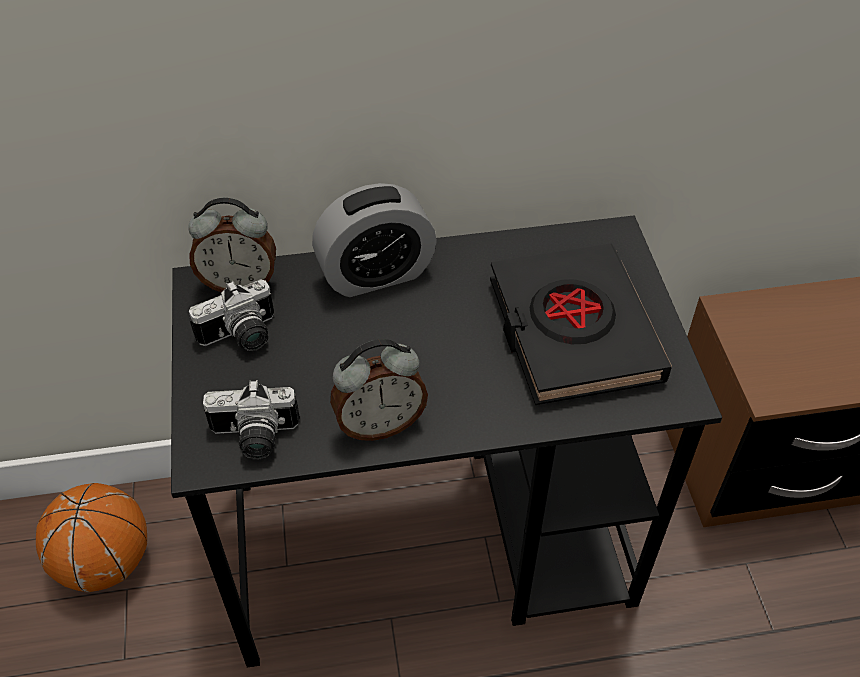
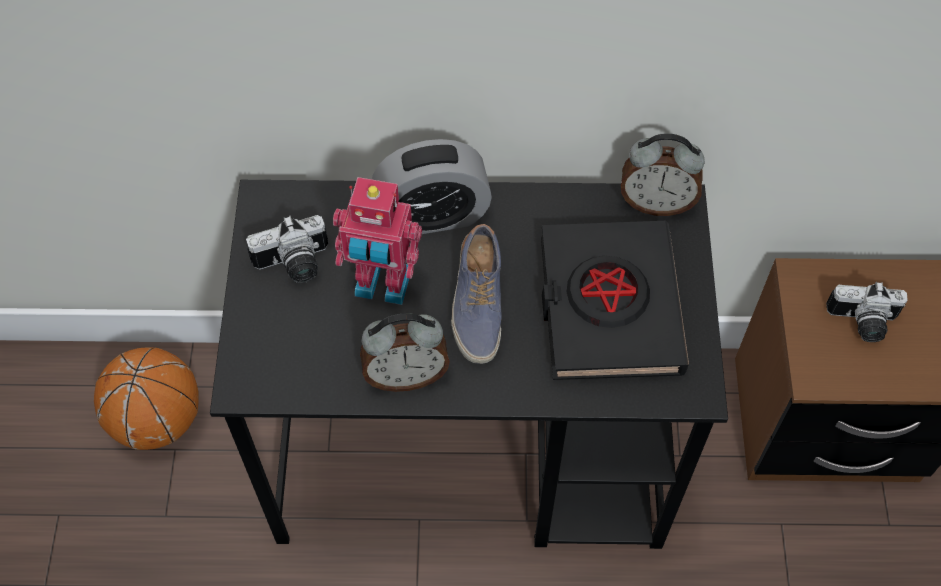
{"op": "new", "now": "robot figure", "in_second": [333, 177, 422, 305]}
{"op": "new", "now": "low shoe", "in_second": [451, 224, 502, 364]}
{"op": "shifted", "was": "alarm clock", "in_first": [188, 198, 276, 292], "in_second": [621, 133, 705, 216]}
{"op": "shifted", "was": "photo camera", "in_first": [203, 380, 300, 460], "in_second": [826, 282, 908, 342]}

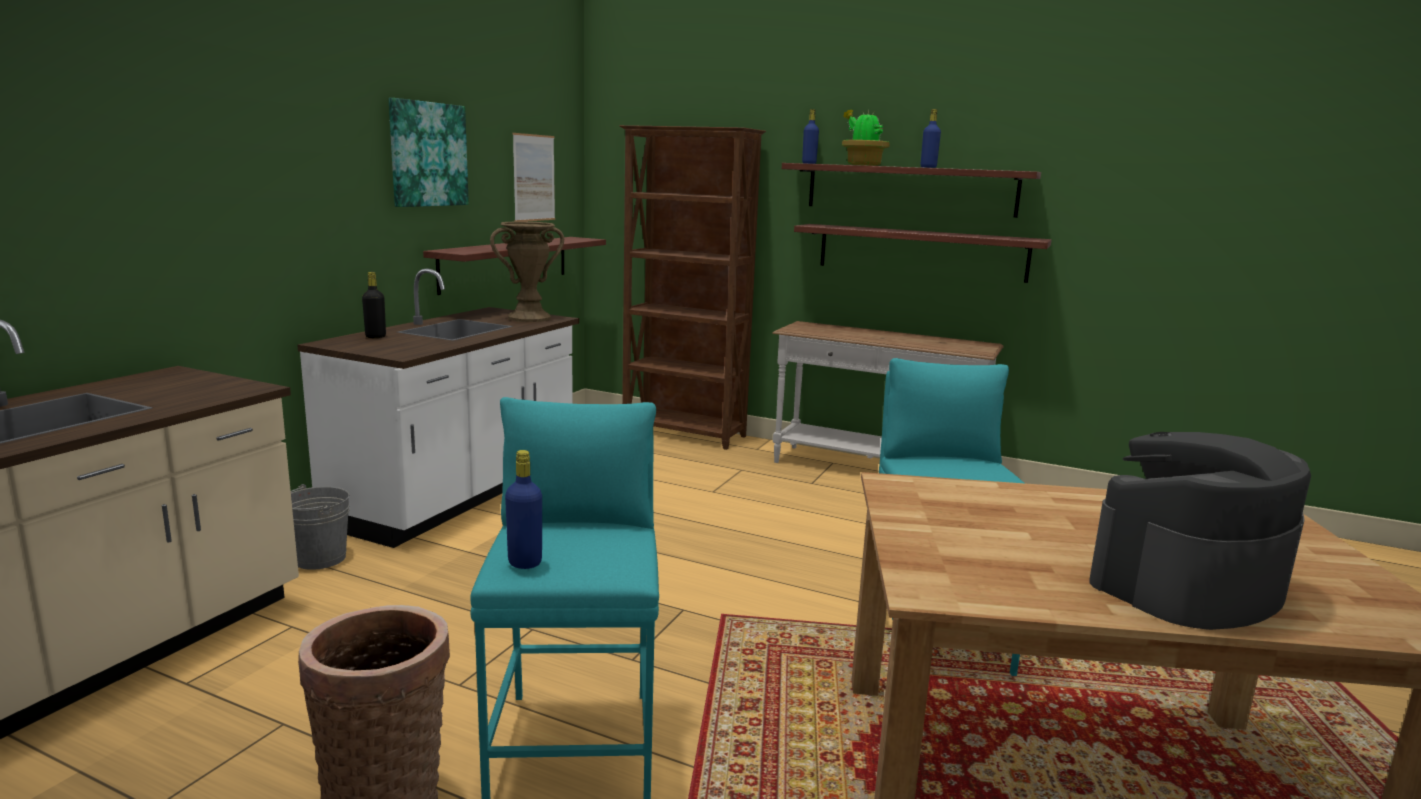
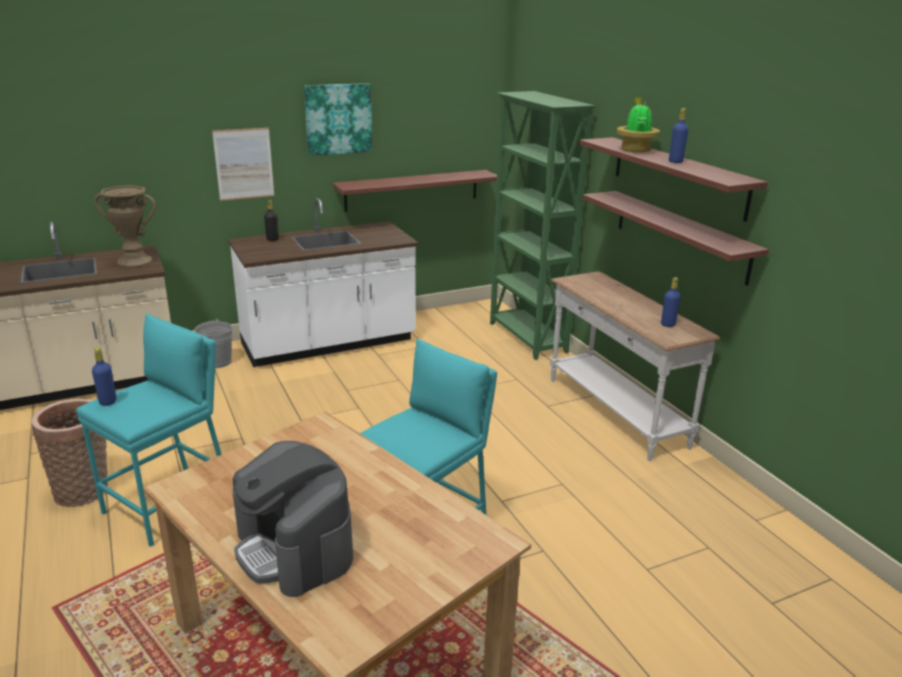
{"op": "shifted", "was": "vase in brownish", "in_first": [490, 221, 564, 322], "in_second": [94, 185, 156, 268]}
{"op": "shifted", "was": "wall picture", "in_first": [512, 133, 555, 222], "in_second": [212, 128, 274, 201]}
{"op": "shifted", "was": "drink bottle in bluish", "in_first": [802, 109, 819, 164], "in_second": [661, 277, 681, 327]}
{"op": "repainted", "was": "bookshelf in brownish", "now": "bookshelf in green", "in_first": [620, 125, 766, 450], "in_second": [490, 91, 595, 360]}
{"op": "rotated", "was": "coffee brewer", "in_first": [1089, 432, 1311, 630], "in_second": [232, 441, 353, 597], "clockwise": -135}

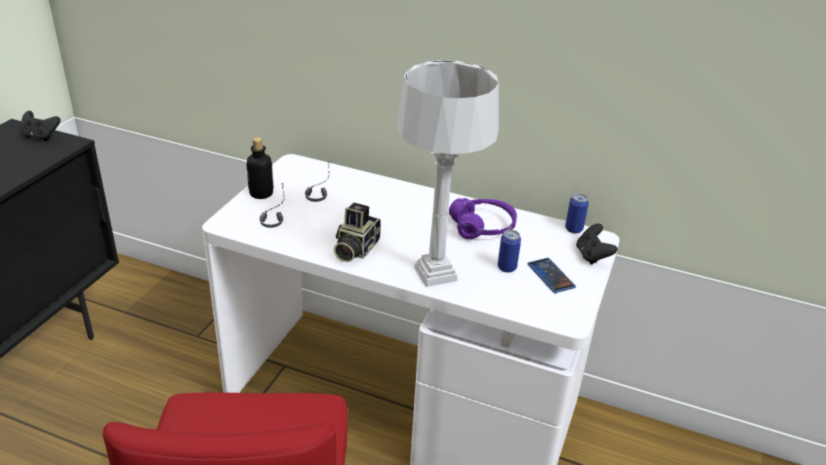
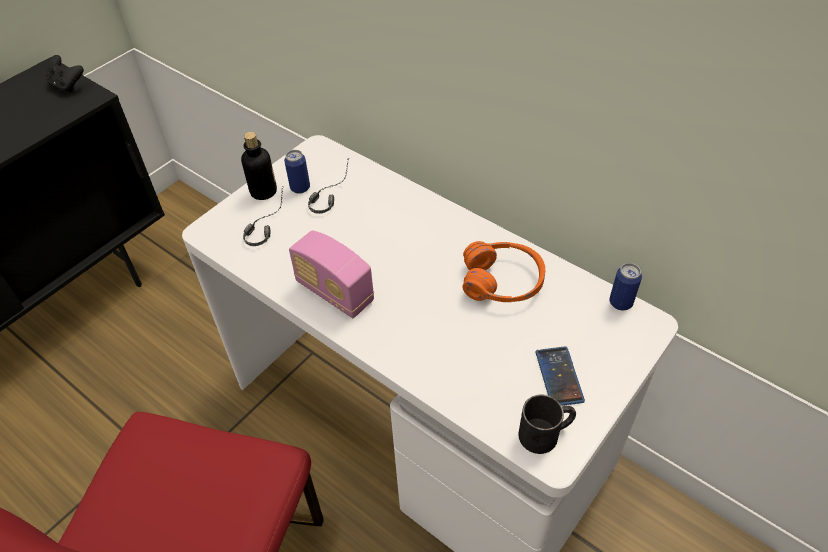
{"op": "gone", "was": "lamp for a table in grey", "in_first": [397, 60, 499, 287]}
{"op": "gone", "was": "game controller in blackish", "in_first": [576, 224, 618, 265]}
{"op": "new", "now": "mug in blackish", "in_second": [519, 395, 576, 454]}
{"op": "shifted", "was": "sealed can", "in_first": [498, 230, 521, 273], "in_second": [284, 150, 310, 194]}
{"op": "swapped", "was": "photo camera", "now": "radio", "in_first": [334, 202, 381, 262], "in_second": [289, 230, 374, 318]}
{"op": "repainted", "was": "headphones in purple", "now": "headphones in orange-coloured", "in_first": [449, 198, 517, 239], "in_second": [462, 241, 545, 302]}

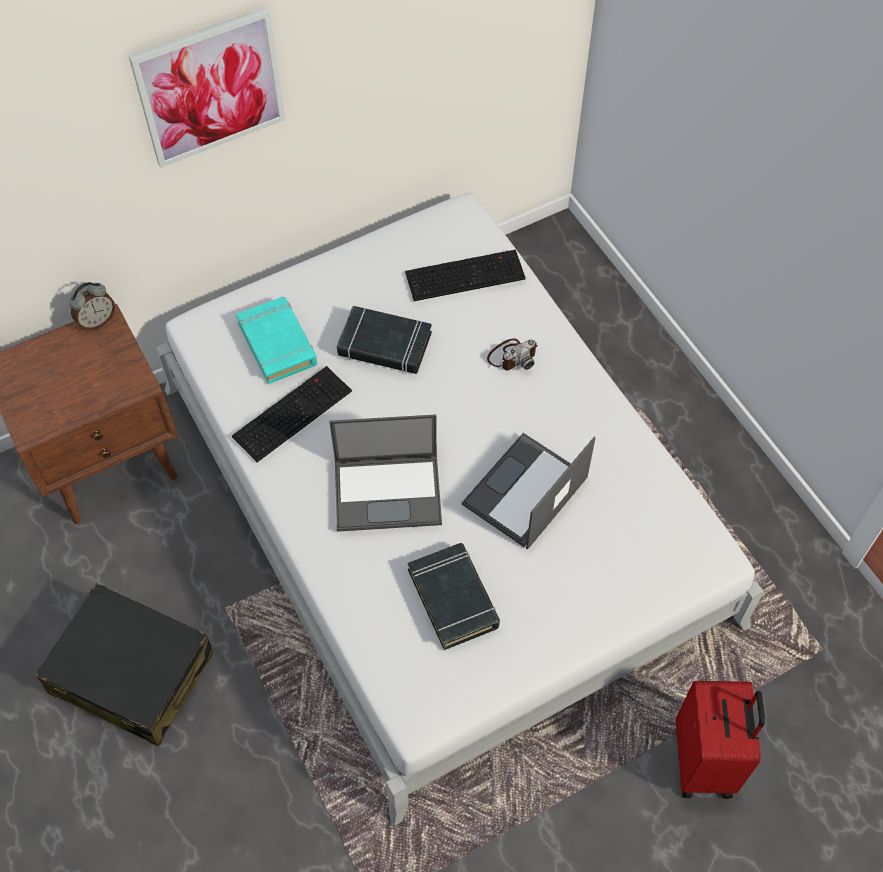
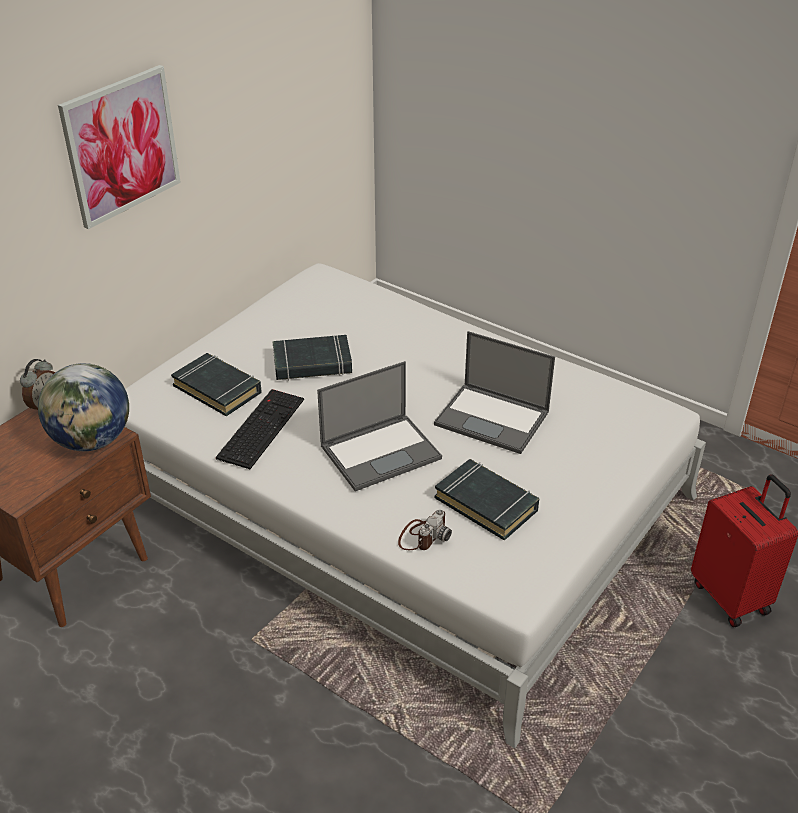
{"op": "gone", "was": "travel case in blackish", "in_first": [35, 583, 213, 746]}
{"op": "gone", "was": "computer keyboard", "in_first": [405, 250, 526, 301]}
{"op": "new", "now": "globe", "in_second": [38, 363, 129, 451]}
{"op": "shifted", "was": "photo camera", "in_first": [487, 338, 538, 370], "in_second": [398, 509, 452, 550]}
{"op": "repainted", "was": "book in turquoise-coloured", "now": "book in blackish", "in_first": [236, 297, 317, 384], "in_second": [171, 353, 262, 416]}
{"op": "rotated", "was": "notebook computer", "in_first": [462, 433, 595, 550], "in_second": [434, 331, 555, 454], "clockwise": -75}

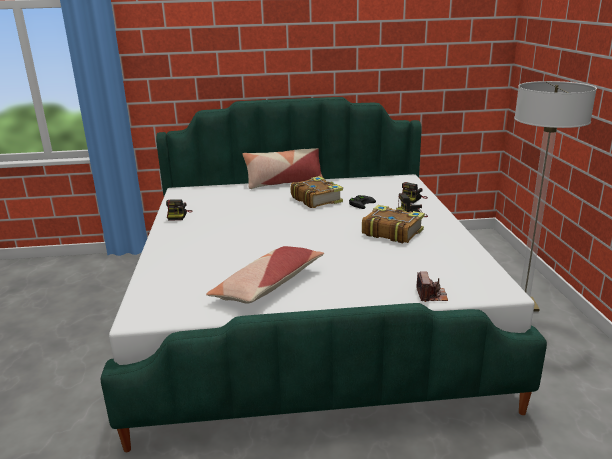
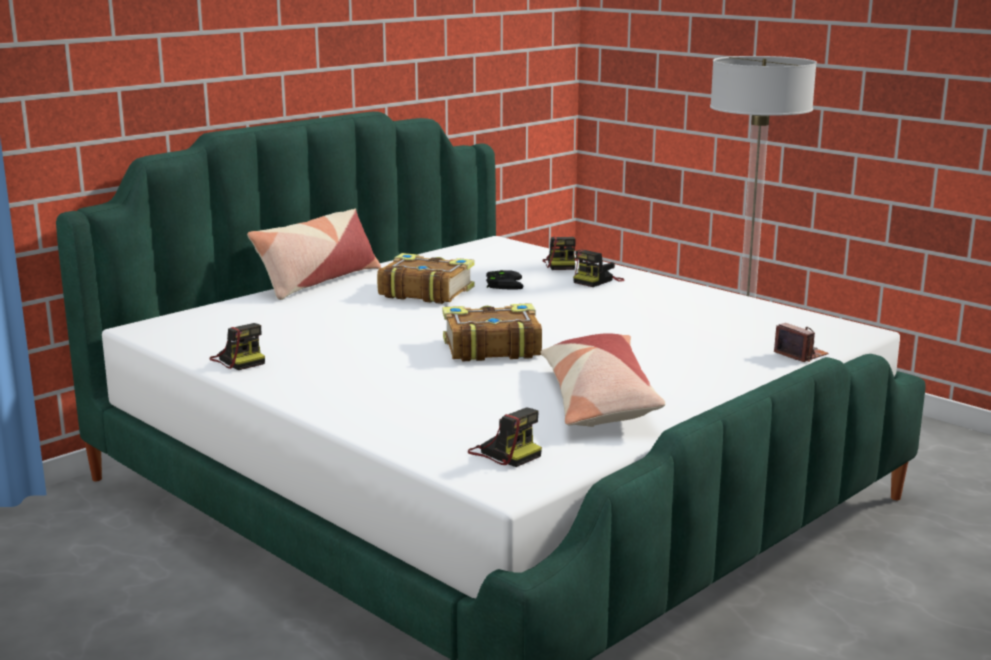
{"op": "new", "now": "photo camera", "in_second": [468, 408, 542, 467]}
{"op": "shifted", "was": "book", "in_first": [362, 205, 425, 243], "in_second": [443, 303, 542, 362]}

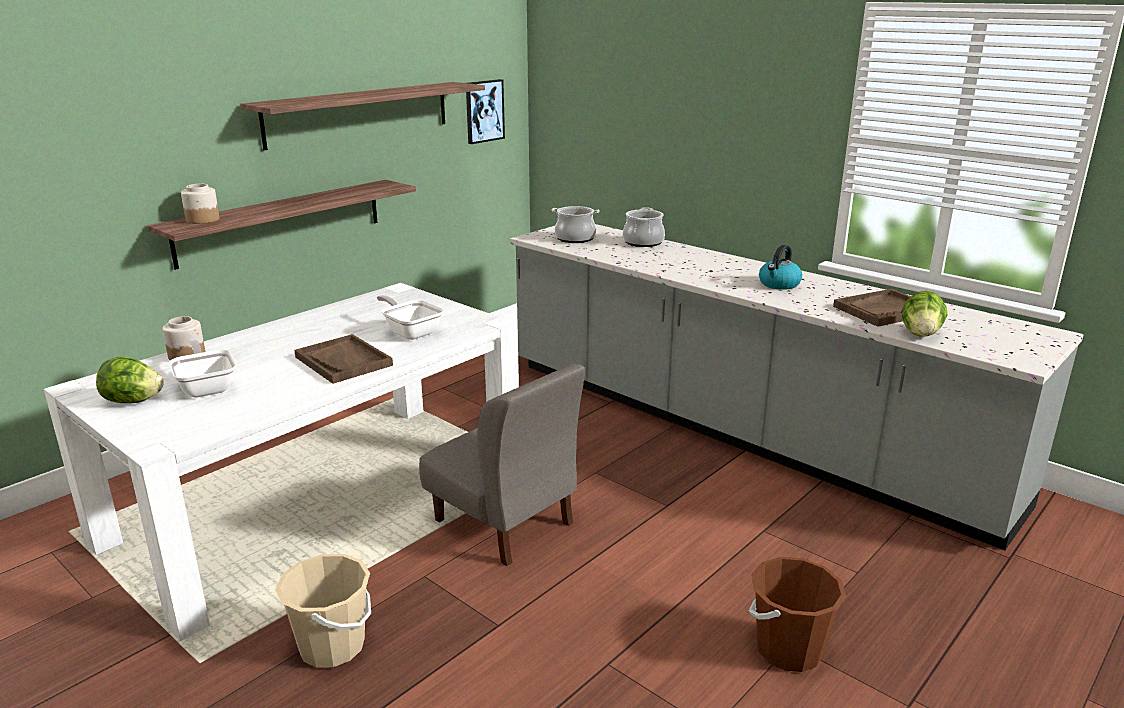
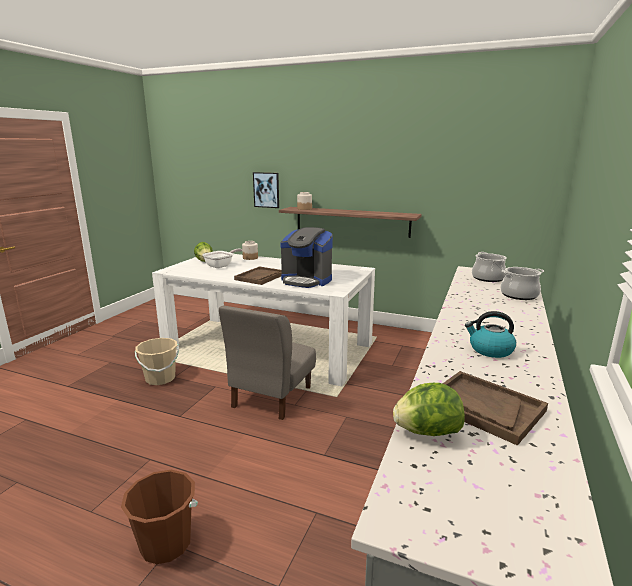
{"op": "gone", "was": "shelf", "in_first": [240, 82, 485, 150]}
{"op": "shifted", "was": "wall picture", "in_first": [466, 79, 505, 144], "in_second": [253, 172, 279, 208]}
{"op": "swapped", "was": "frying pan", "now": "coffee brewer", "in_first": [377, 295, 444, 340], "in_second": [280, 227, 333, 288]}

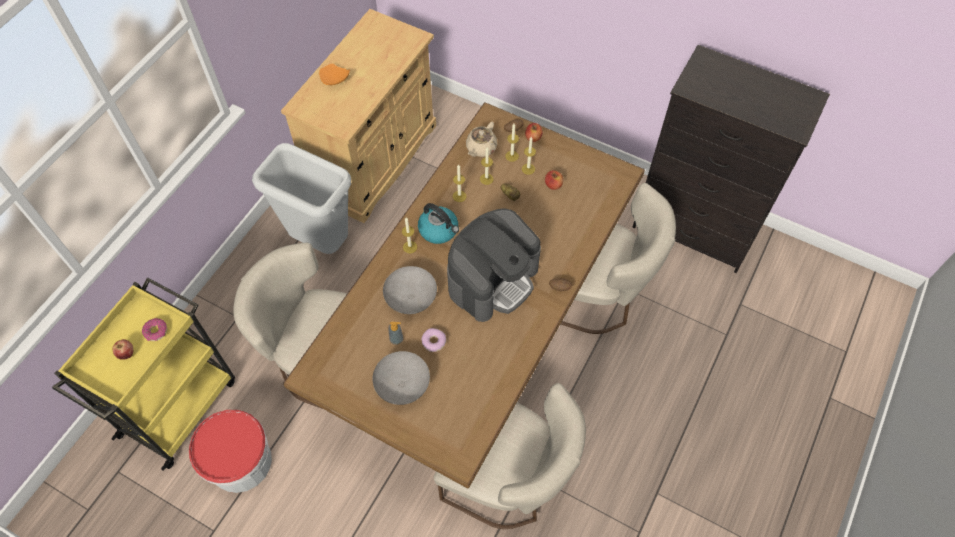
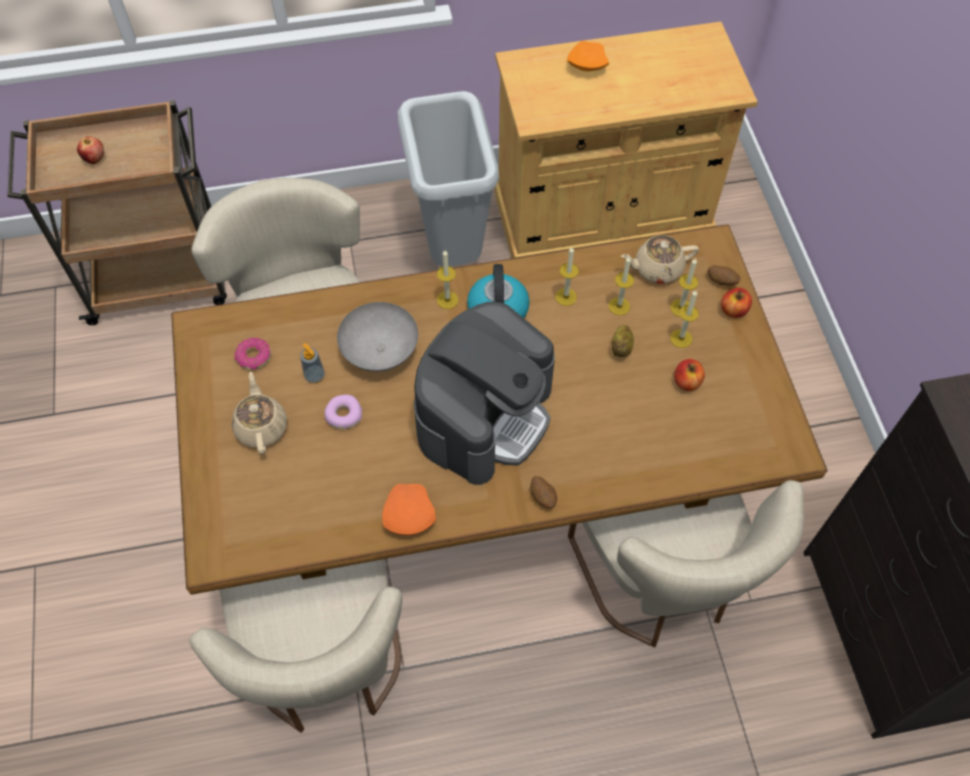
{"op": "gone", "was": "pail", "in_first": [189, 410, 272, 493]}
{"op": "new", "now": "flat dish in orange-coloured", "in_second": [382, 484, 436, 535]}
{"op": "shifted", "was": "doughnut", "in_first": [142, 318, 168, 341], "in_second": [234, 338, 271, 370]}
{"op": "swapped", "was": "serving bowl in grey", "now": "tea pot in beige-coloured", "in_first": [372, 351, 430, 405], "in_second": [231, 372, 287, 455]}
{"op": "repainted", "was": "wheeled cart in yellow-coloured", "now": "wheeled cart in brownish", "in_first": [52, 278, 235, 471], "in_second": [7, 100, 227, 325]}
{"op": "rotated", "was": "coffee brewer", "in_first": [447, 208, 541, 322], "in_second": [414, 302, 555, 485], "clockwise": -60}

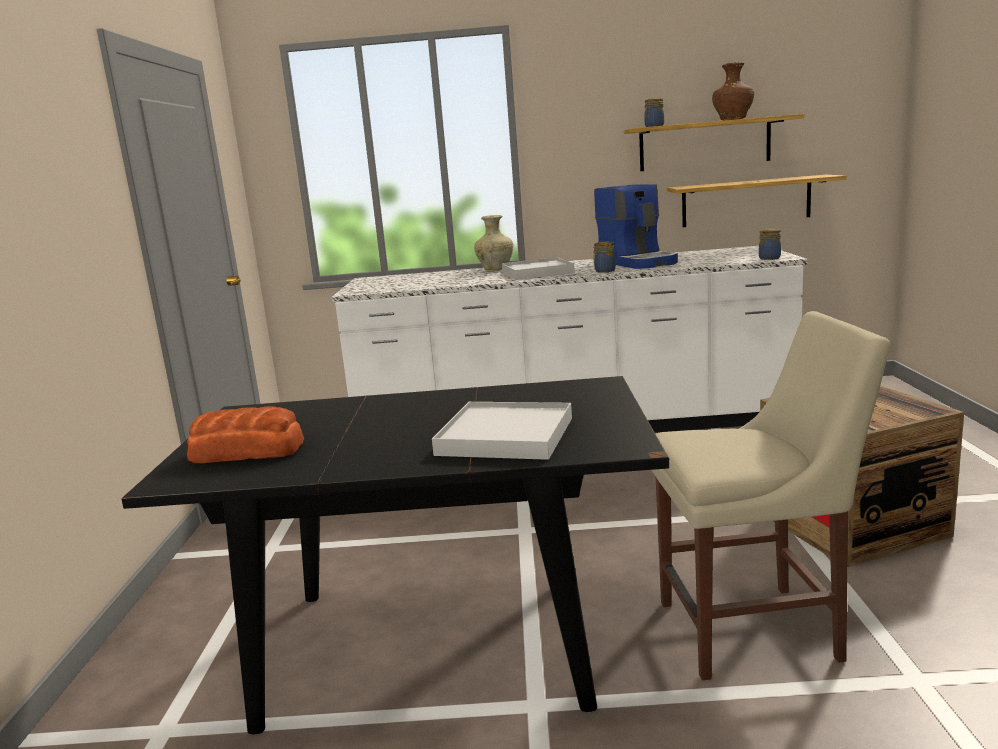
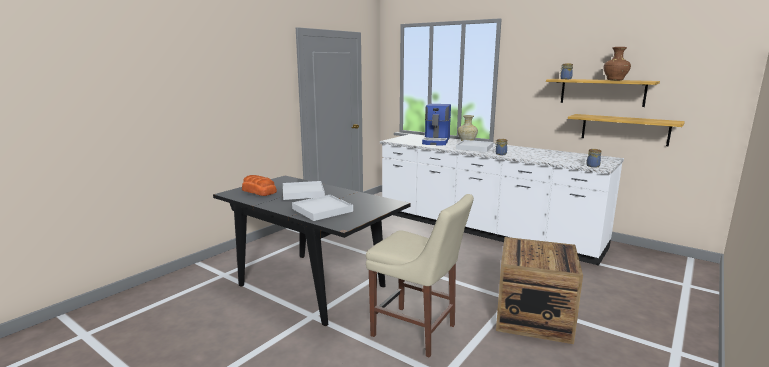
{"op": "new", "now": "tray in whitish", "in_second": [283, 181, 325, 200]}
{"op": "shifted", "was": "coffee brewer", "in_first": [594, 184, 678, 269], "in_second": [422, 104, 451, 146]}

